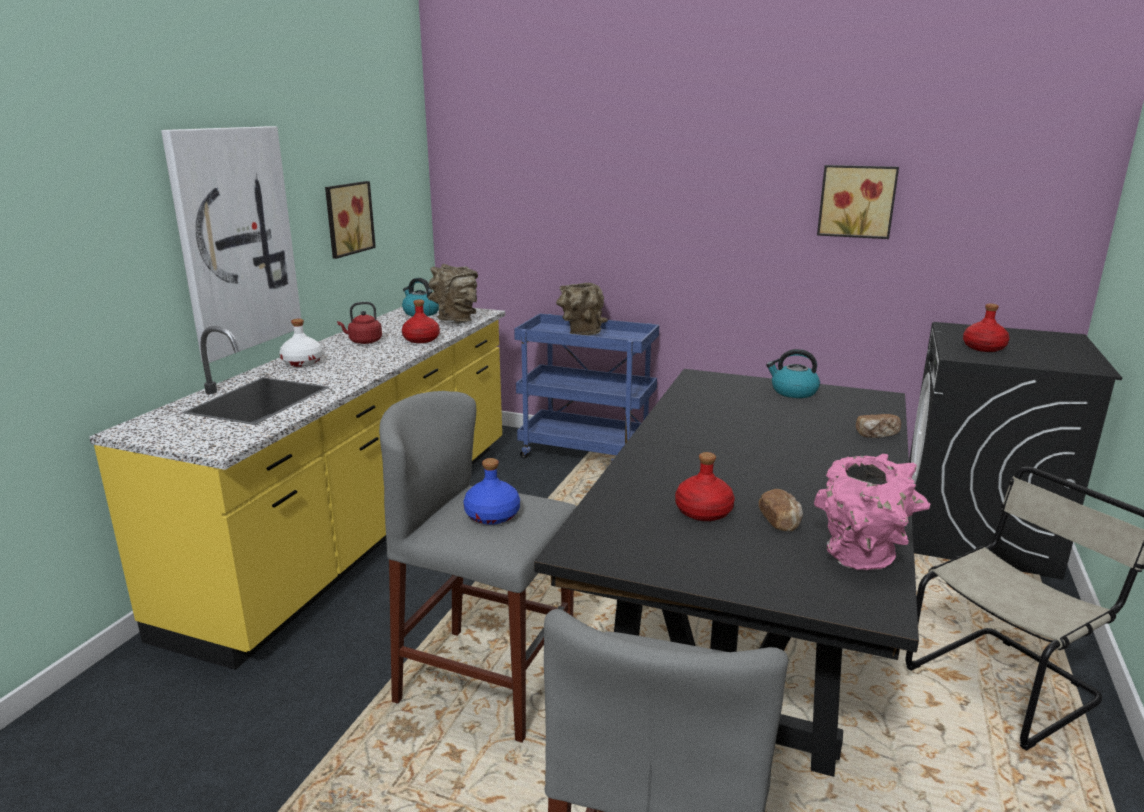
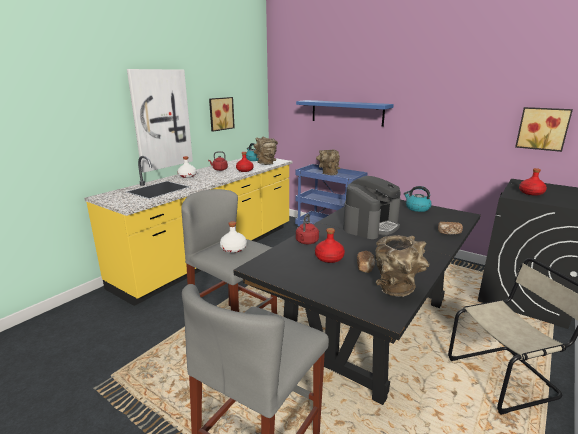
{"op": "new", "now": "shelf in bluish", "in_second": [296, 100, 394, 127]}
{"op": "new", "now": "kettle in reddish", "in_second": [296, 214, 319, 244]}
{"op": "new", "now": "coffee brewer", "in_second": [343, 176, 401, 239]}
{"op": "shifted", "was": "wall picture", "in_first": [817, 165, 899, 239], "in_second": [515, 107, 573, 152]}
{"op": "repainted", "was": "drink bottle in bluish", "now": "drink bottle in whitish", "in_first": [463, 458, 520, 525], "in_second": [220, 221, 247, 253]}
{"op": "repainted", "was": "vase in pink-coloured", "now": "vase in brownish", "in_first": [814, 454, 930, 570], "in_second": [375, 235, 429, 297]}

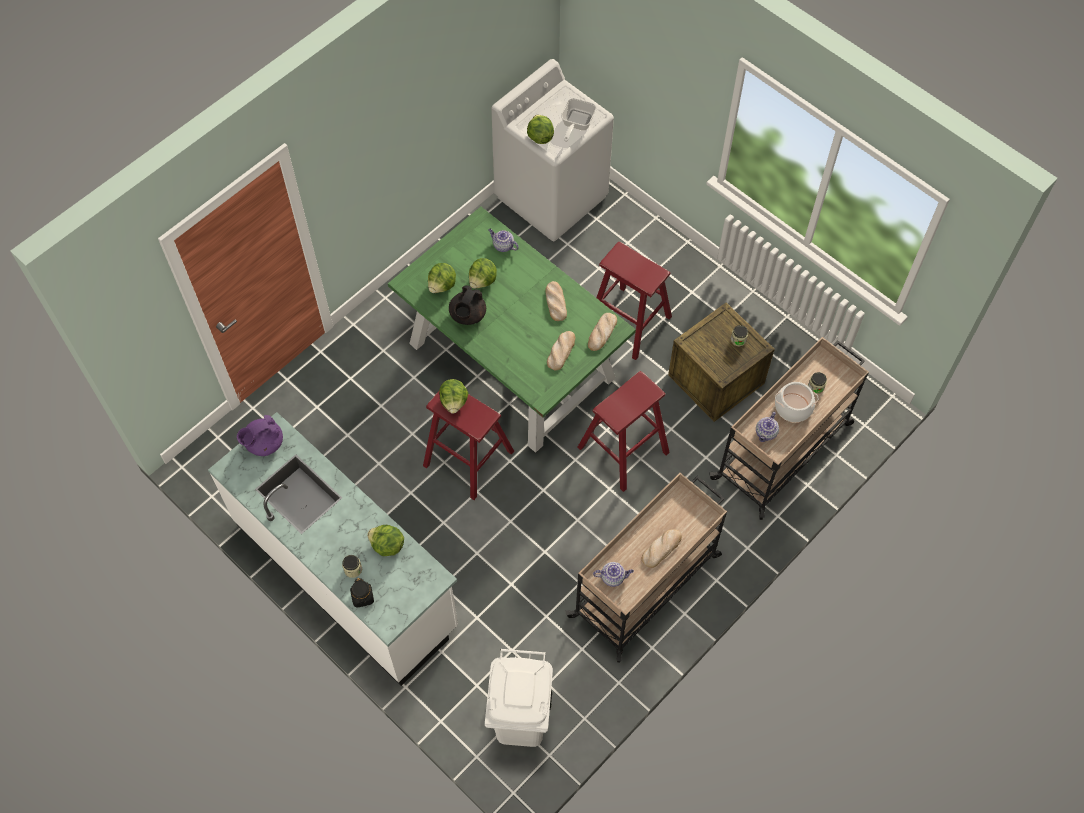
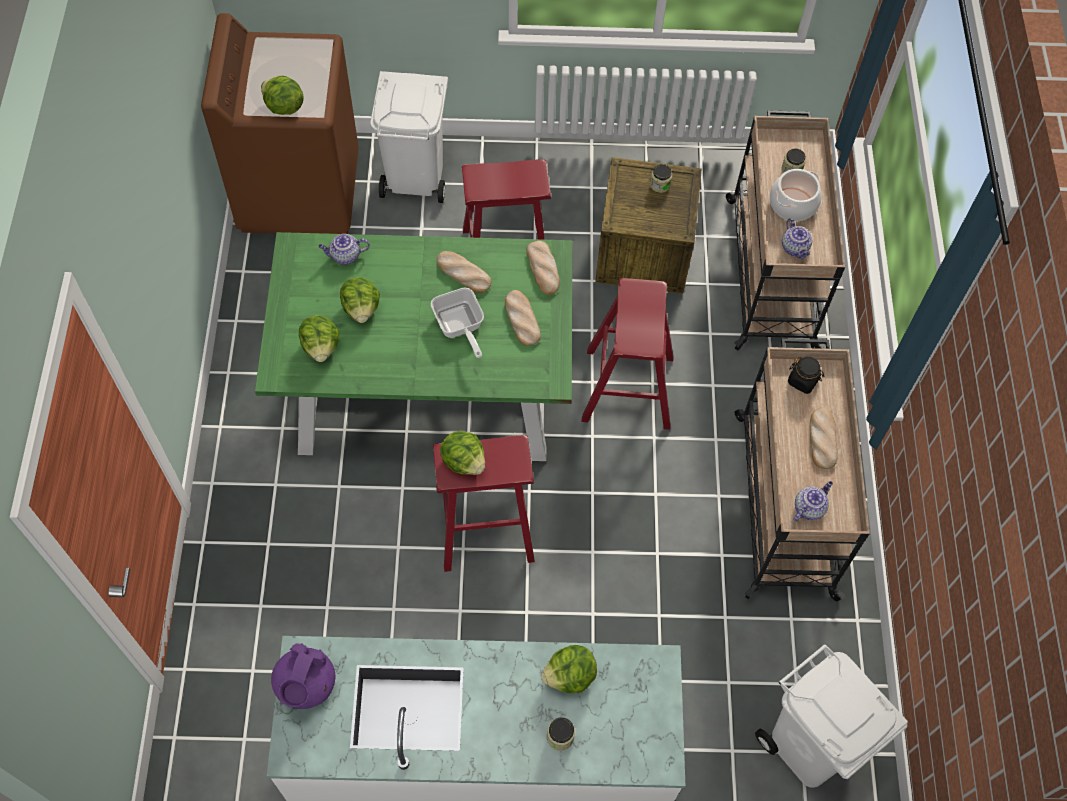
{"op": "gone", "was": "tea pot in blackish", "in_first": [449, 285, 486, 325]}
{"op": "new", "now": "trash can in whitish", "in_second": [370, 71, 448, 203]}
{"op": "shifted", "was": "storage jar in blackish", "in_first": [350, 578, 374, 608], "in_second": [788, 357, 825, 394]}
{"op": "shifted", "was": "frying pan", "in_first": [561, 98, 597, 142], "in_second": [431, 288, 484, 358]}
{"op": "repainted", "was": "laundry appliance in whitish", "now": "laundry appliance in brownish", "in_first": [491, 59, 614, 241], "in_second": [201, 13, 359, 234]}

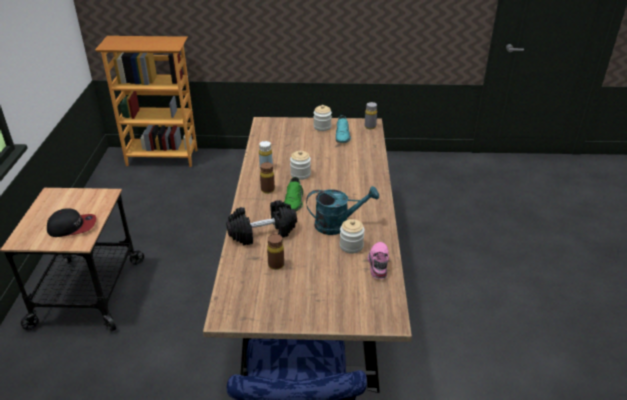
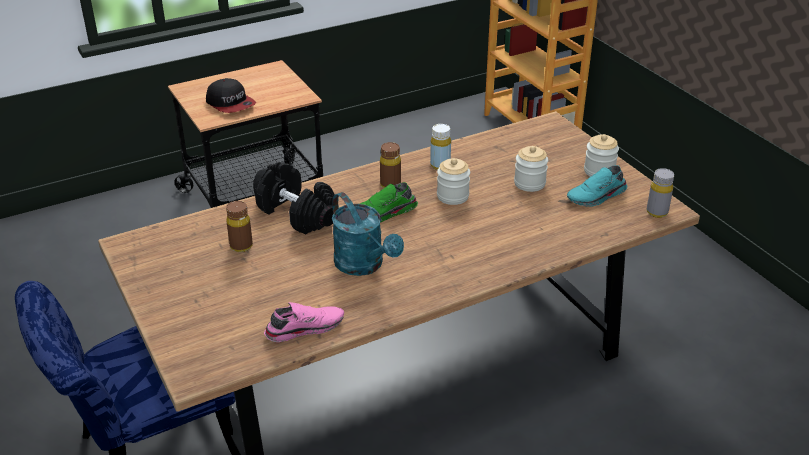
{"op": "shifted", "was": "storage jar", "in_first": [340, 219, 365, 254], "in_second": [514, 146, 548, 192]}

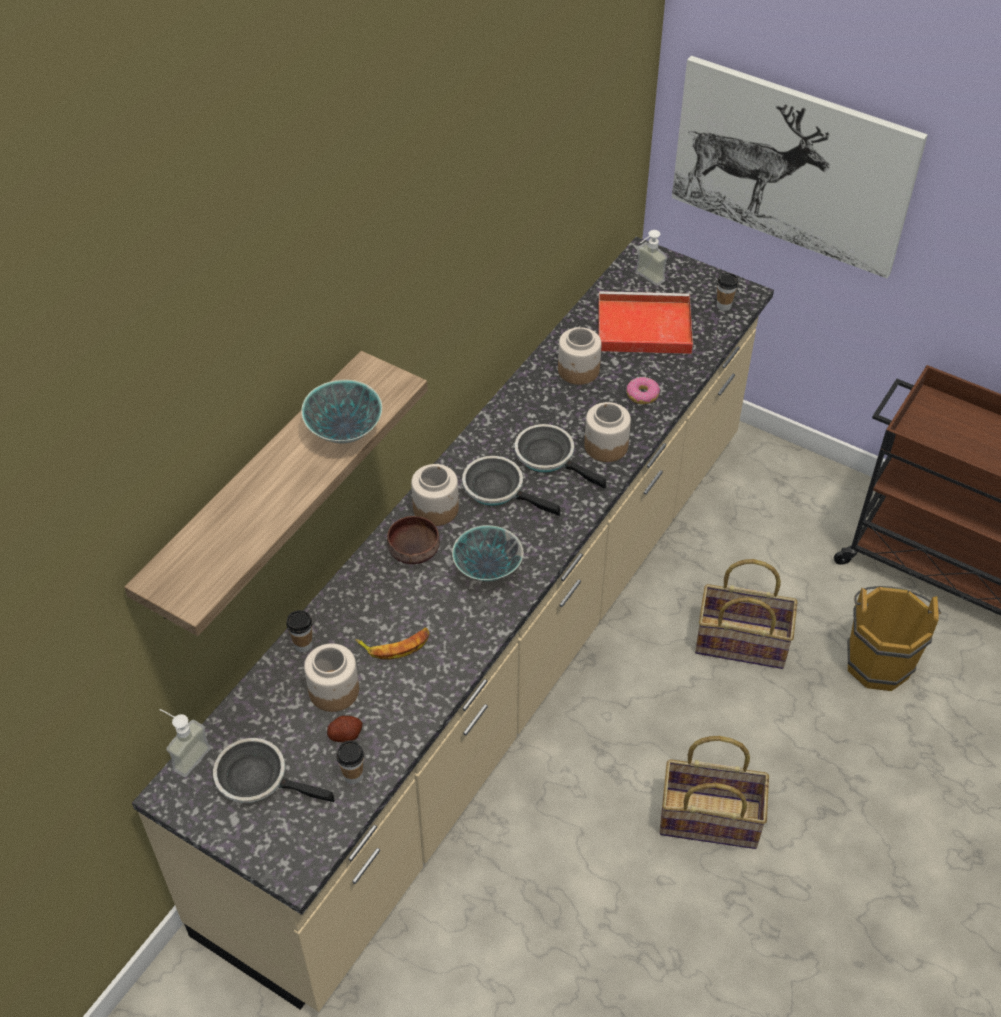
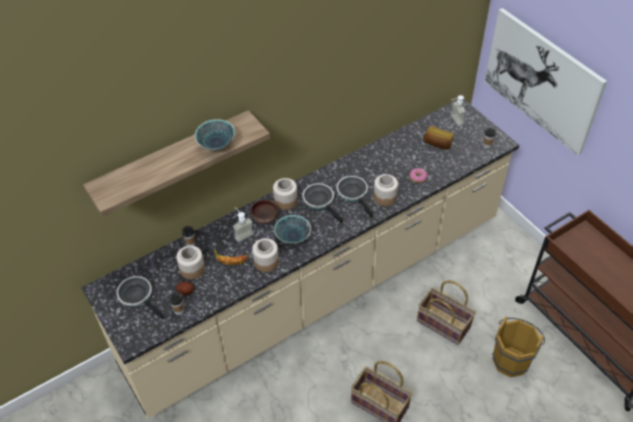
{"op": "shifted", "was": "liquid soap bottle", "in_first": [159, 709, 211, 777], "in_second": [233, 207, 254, 242]}
{"op": "shifted", "was": "storage jar", "in_first": [558, 327, 602, 385], "in_second": [252, 238, 279, 272]}
{"op": "swapped", "was": "tray in reddish", "now": "bread", "in_first": [598, 291, 693, 354], "in_second": [424, 126, 453, 149]}

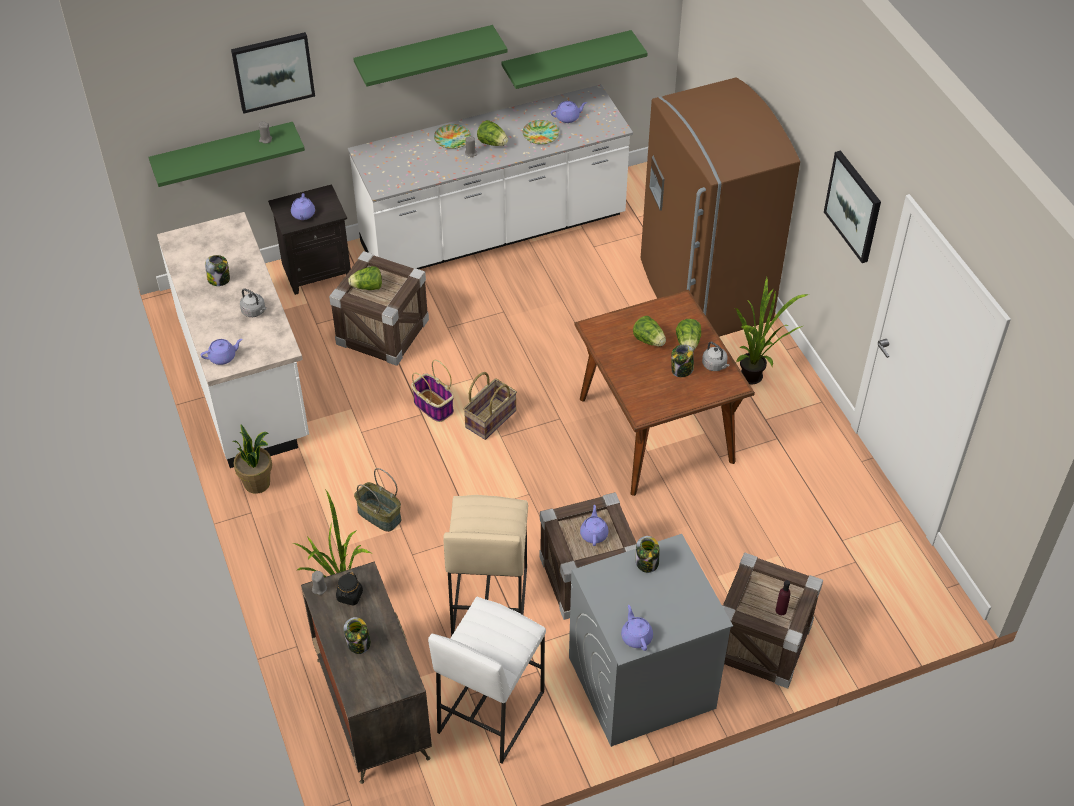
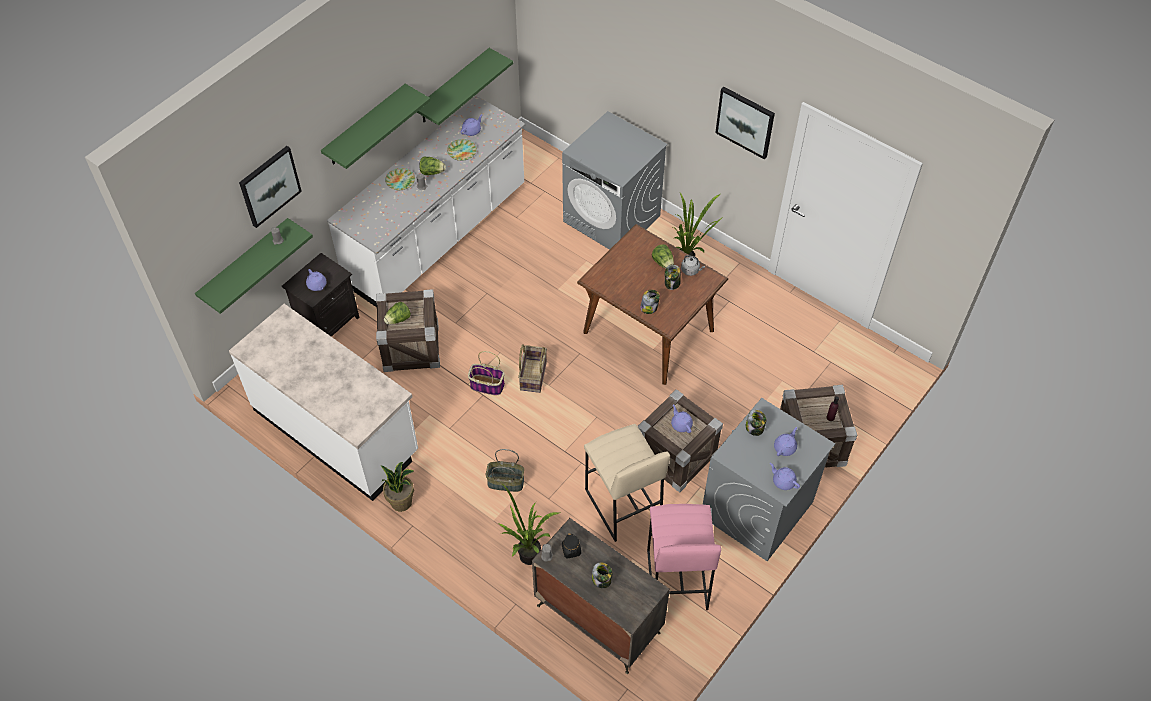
{"op": "gone", "was": "kettle in grey", "in_first": [240, 289, 267, 317]}
{"op": "gone", "was": "lettuce", "in_first": [633, 316, 666, 346]}
{"op": "shifted", "was": "tea pot in purple", "in_first": [201, 339, 242, 365], "in_second": [774, 427, 797, 456]}
{"op": "shifted", "was": "storage jar", "in_first": [205, 255, 230, 286], "in_second": [640, 290, 660, 314]}
{"op": "swapped", "was": "kitchen fridge in brownish", "now": "laundry appliance in grey", "in_first": [641, 78, 800, 337], "in_second": [562, 111, 668, 250]}
{"op": "repainted", "was": "sitting stool in whitish", "now": "sitting stool in pink-coloured", "in_first": [428, 597, 546, 763], "in_second": [647, 504, 721, 610]}

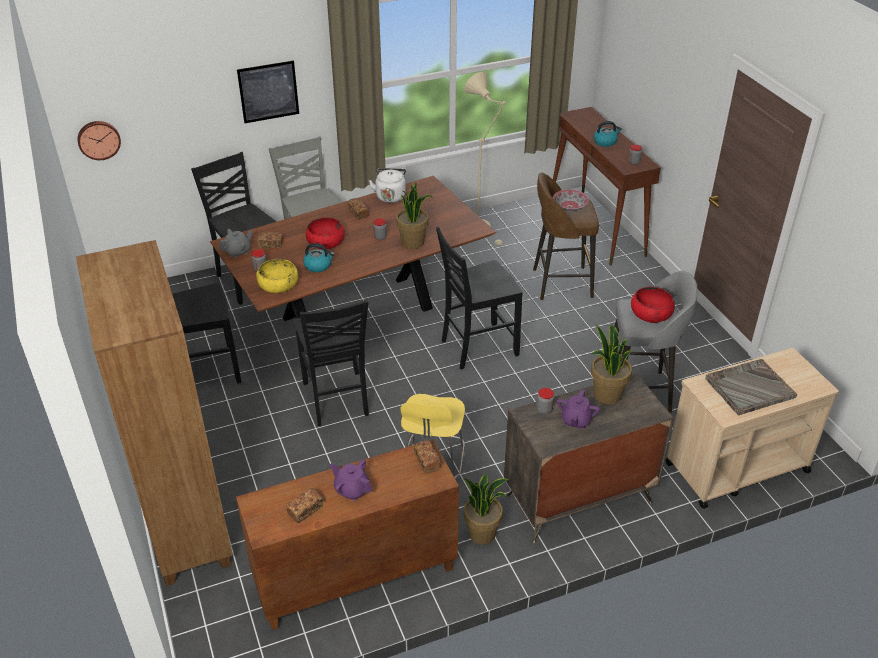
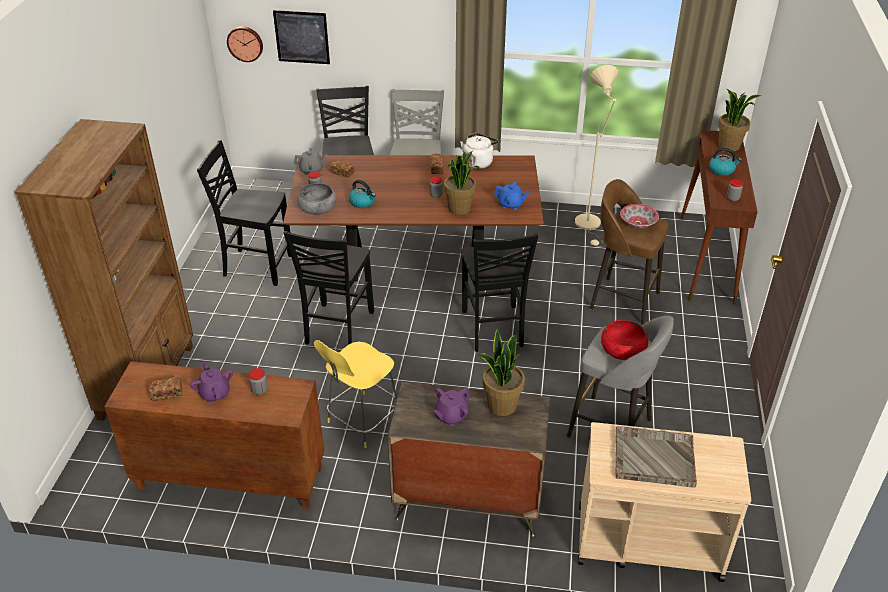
{"op": "gone", "was": "serving bowl in reddish", "in_first": [306, 217, 345, 249]}
{"op": "gone", "was": "bread", "in_first": [414, 440, 440, 473]}
{"op": "new", "now": "tea pot in bluish", "in_second": [494, 181, 530, 210]}
{"op": "shifted", "was": "wall picture", "in_first": [237, 60, 299, 123], "in_second": [273, 10, 330, 64]}
{"op": "shifted", "was": "potted plant", "in_first": [463, 475, 509, 545], "in_second": [718, 89, 761, 151]}
{"op": "shifted", "was": "storage jar", "in_first": [537, 388, 554, 414], "in_second": [249, 368, 268, 395]}
{"op": "repainted", "was": "serving bowl in yellow-coloured", "now": "serving bowl in grey", "in_first": [256, 259, 298, 293], "in_second": [297, 183, 336, 215]}
{"op": "rotated", "was": "chair in blackish", "in_first": [436, 227, 523, 370], "in_second": [461, 233, 538, 352], "clockwise": -105}

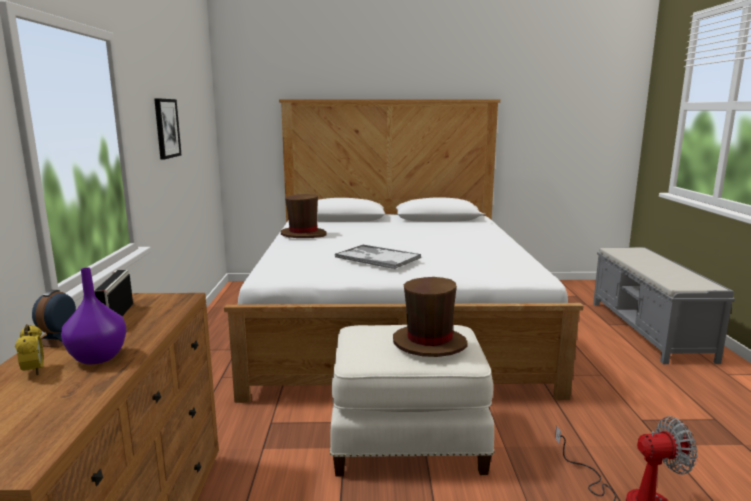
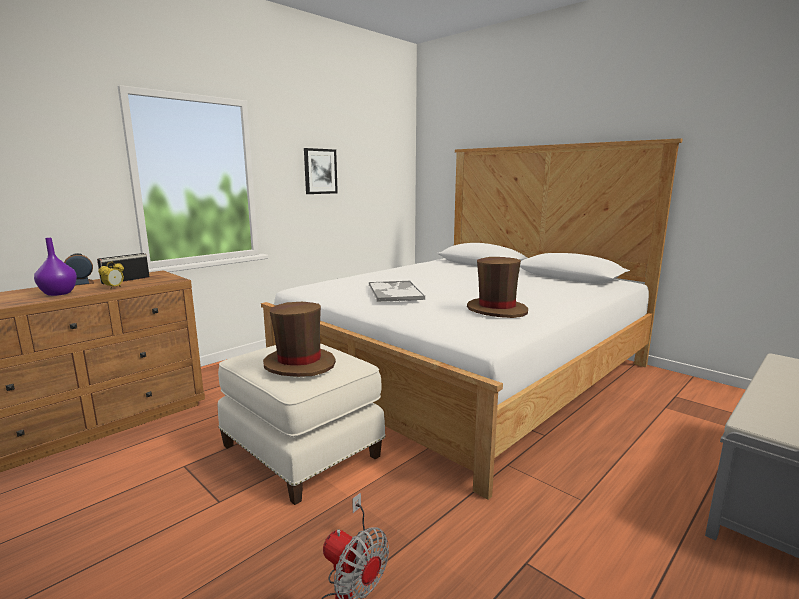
{"op": "shifted", "was": "alarm clock", "in_first": [15, 324, 44, 375], "in_second": [98, 262, 124, 289]}
{"op": "shifted", "was": "hat in brownish", "in_first": [281, 194, 327, 238], "in_second": [467, 257, 528, 318]}

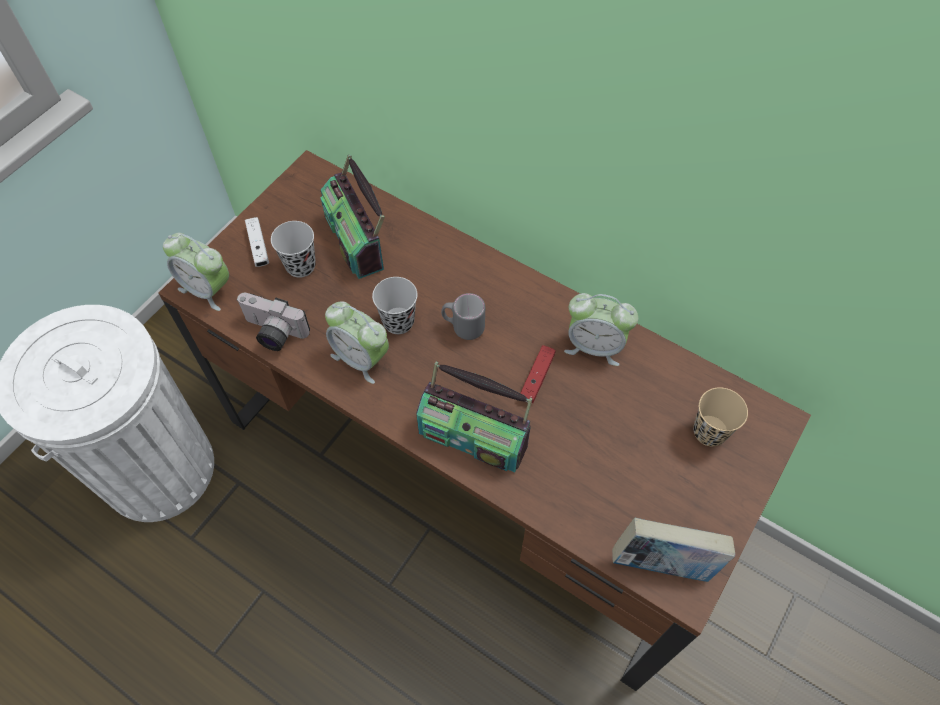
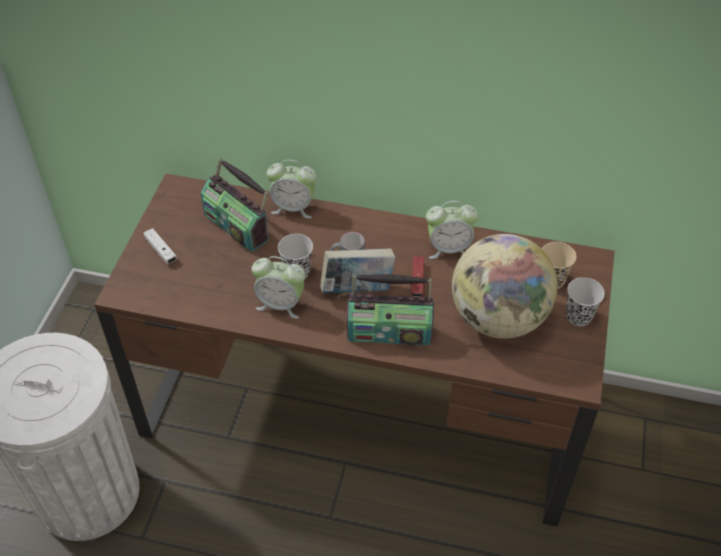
{"op": "gone", "was": "photo camera", "in_first": [236, 293, 310, 351]}
{"op": "new", "now": "globe", "in_second": [452, 234, 558, 338]}
{"op": "shifted", "was": "alarm clock", "in_first": [163, 233, 229, 311], "in_second": [267, 160, 317, 218]}
{"op": "shifted", "was": "small cup in blackish", "in_first": [271, 221, 316, 278], "in_second": [566, 277, 605, 326]}
{"op": "shifted", "was": "book", "in_first": [612, 518, 735, 582], "in_second": [320, 248, 396, 293]}

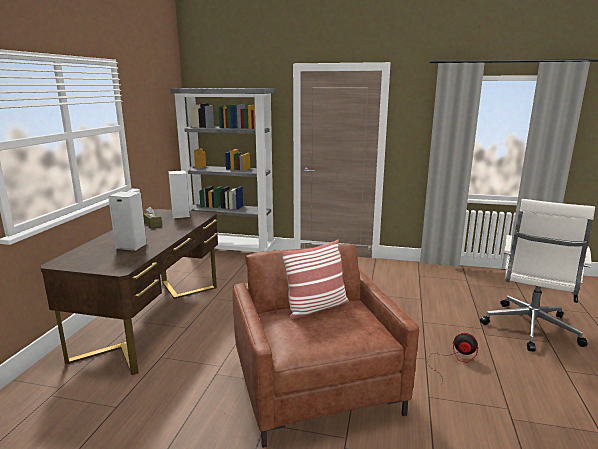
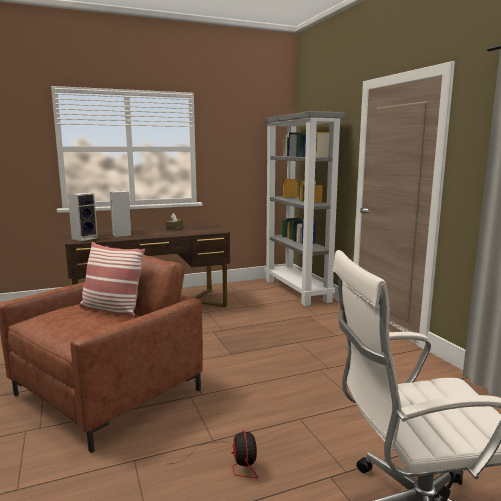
{"op": "shifted", "was": "audio speaker", "in_first": [168, 170, 190, 218], "in_second": [68, 193, 98, 241]}

